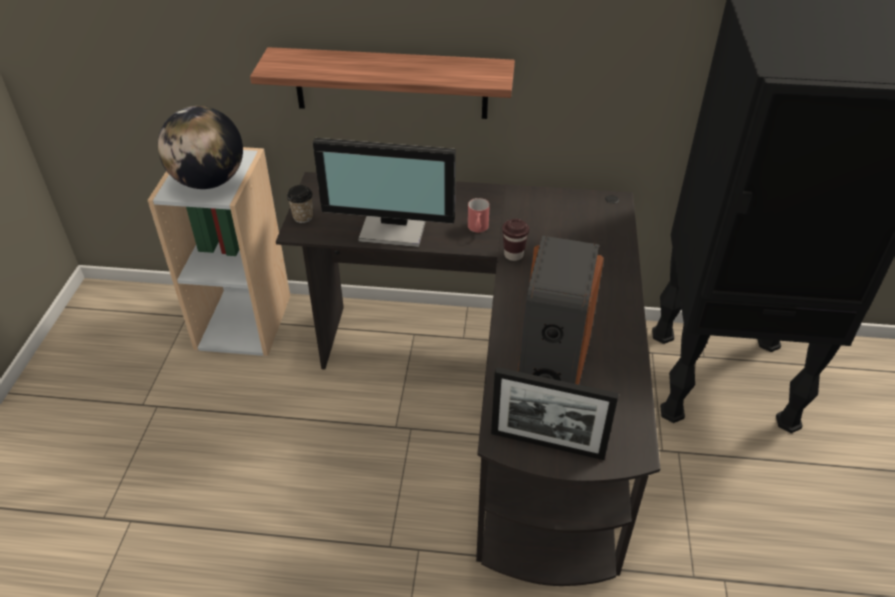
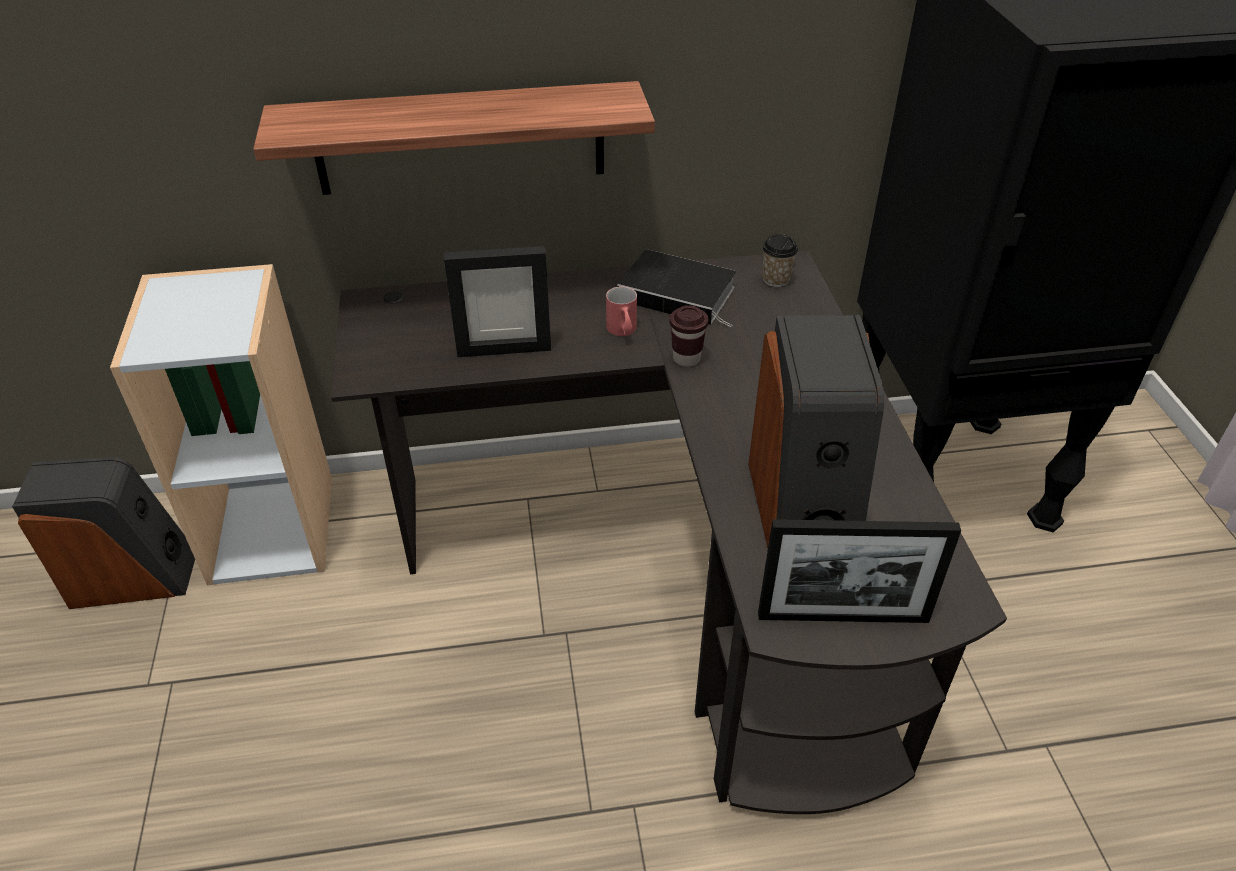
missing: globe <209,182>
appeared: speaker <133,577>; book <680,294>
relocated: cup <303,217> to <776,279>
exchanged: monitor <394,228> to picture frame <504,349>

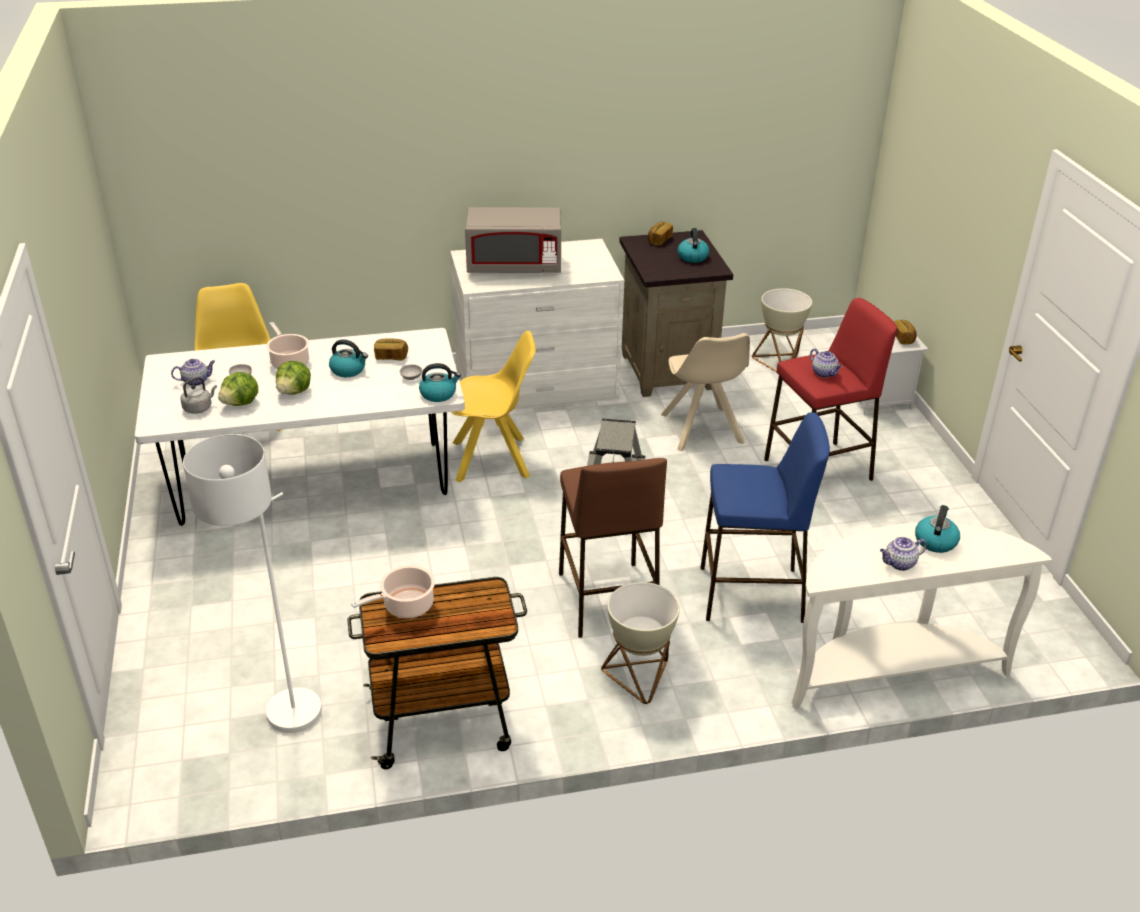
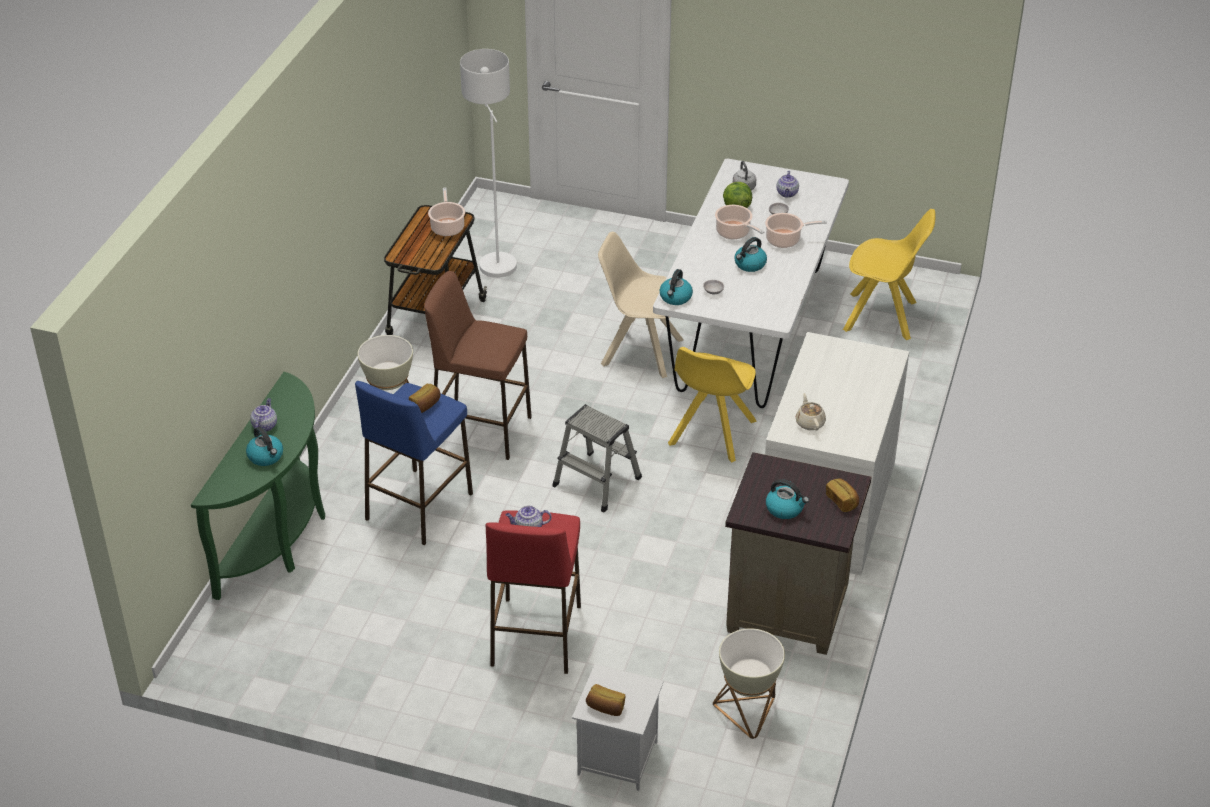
missing: grey microwave <514,266>
appeared: beige teapot <810,423>
relocated: bread <391,357> to <425,405>; beige chair <702,430> to <640,351>
exchanged: lettuce <294,392> to cooking pot <734,233>
colour: white console table <890,670> to green console table <280,538>

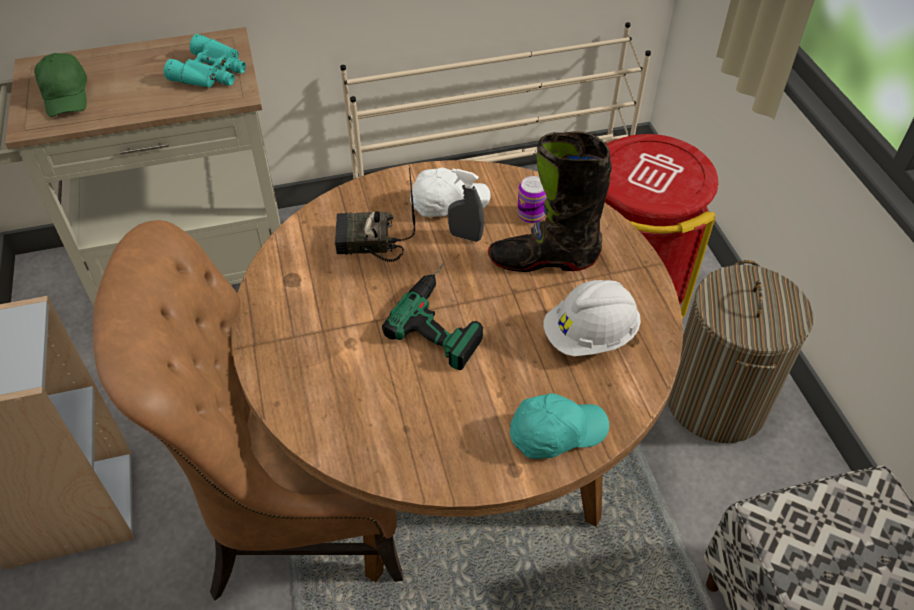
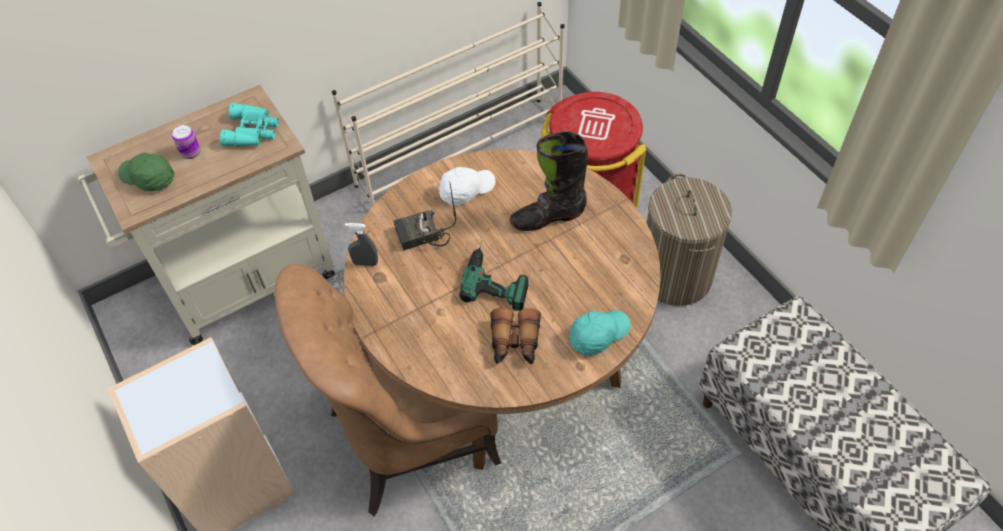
missing: white hard hat <590,336>
appeared: binoculars <515,343>
relocated: grey spray bottle <465,236> to <365,263>; can <531,214> to <190,152>
spun: green cap <66,96> = <148,178> 150 degrees clockwise

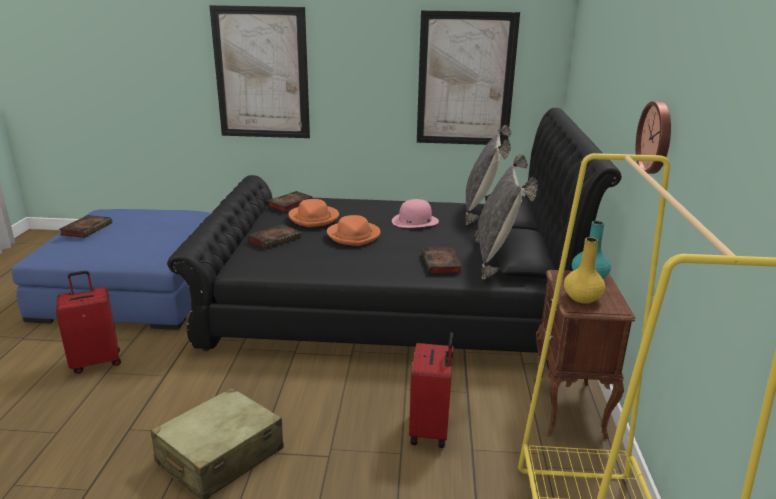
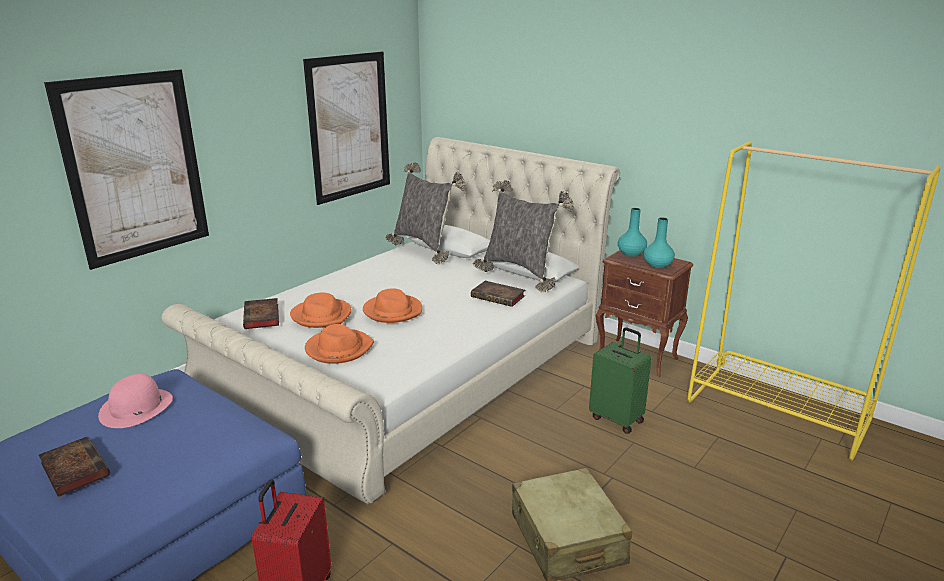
missing: wall clock <656,138>
relocated: pink hat <415,221> to <136,408>
exchanged: book <275,239> to orange hat <338,349>
colour: black bed <388,300> to beige bed <411,366>; red suitcase <431,430> to green suitcase <617,419>; yellow vase <582,298> to turquoise vase <657,265>

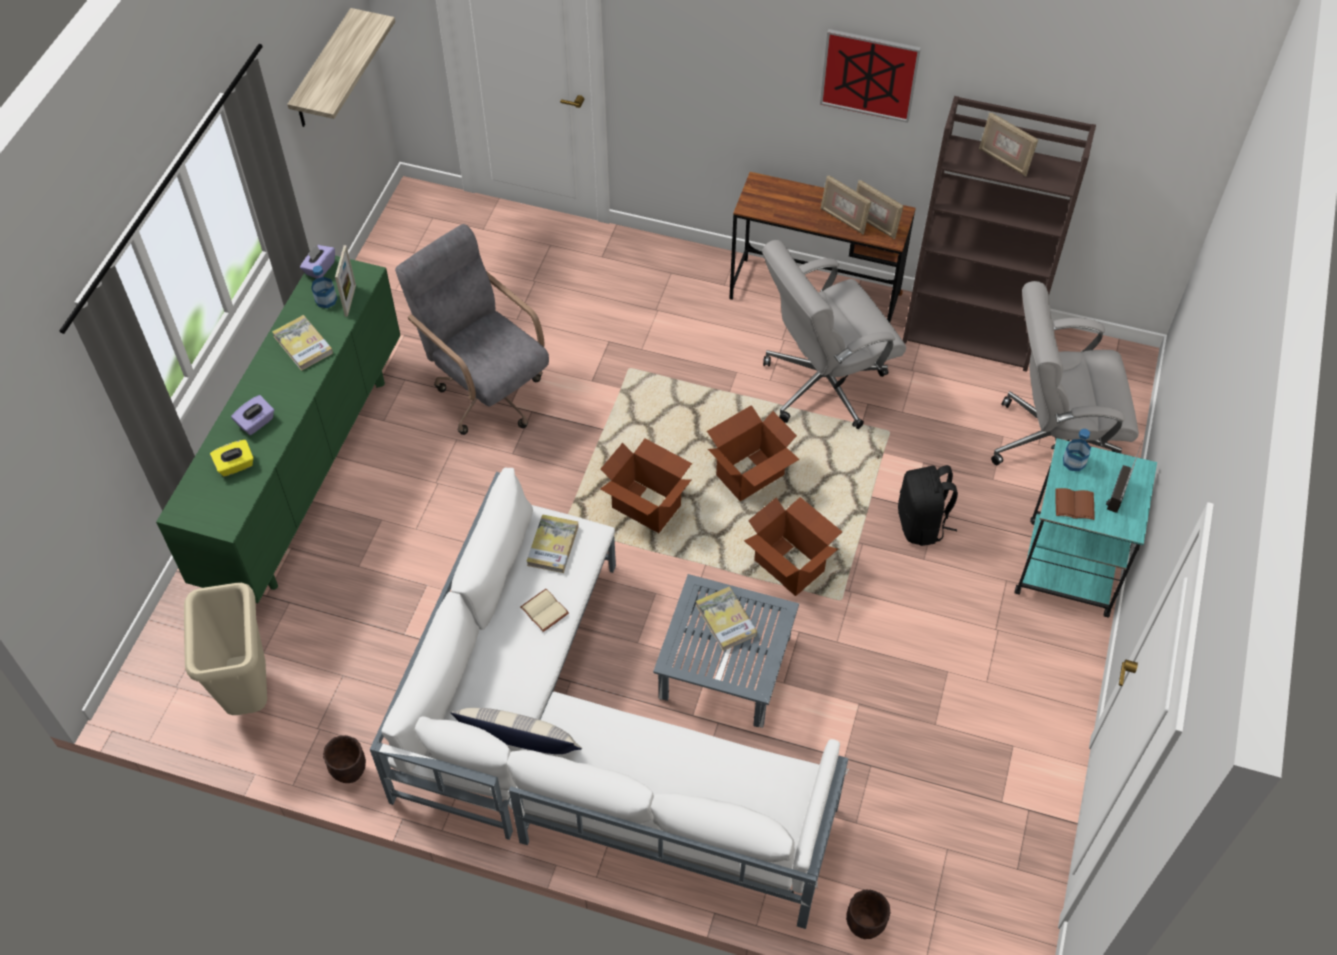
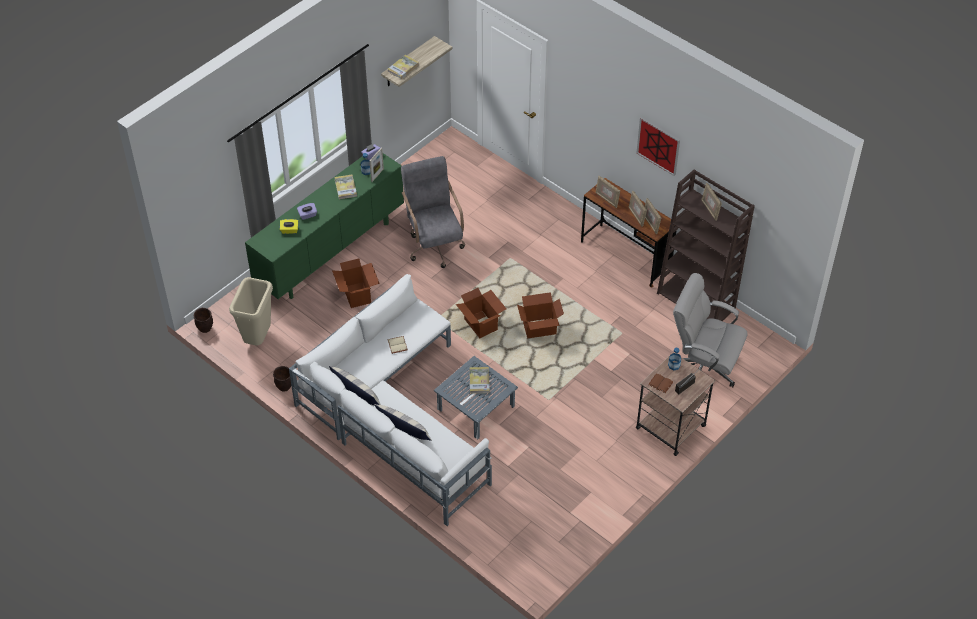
missing: grey office chair <824,383>; black backpack <922,524>
appeared: pillow <403,429>; picture frame <607,199>
relocated: book <553,545> to <403,68>; cardboard box <789,565> to <357,295>; brown planter <863,927> to <205,329>
colour: turquoise cart <1068,569> to brown cart <670,428>

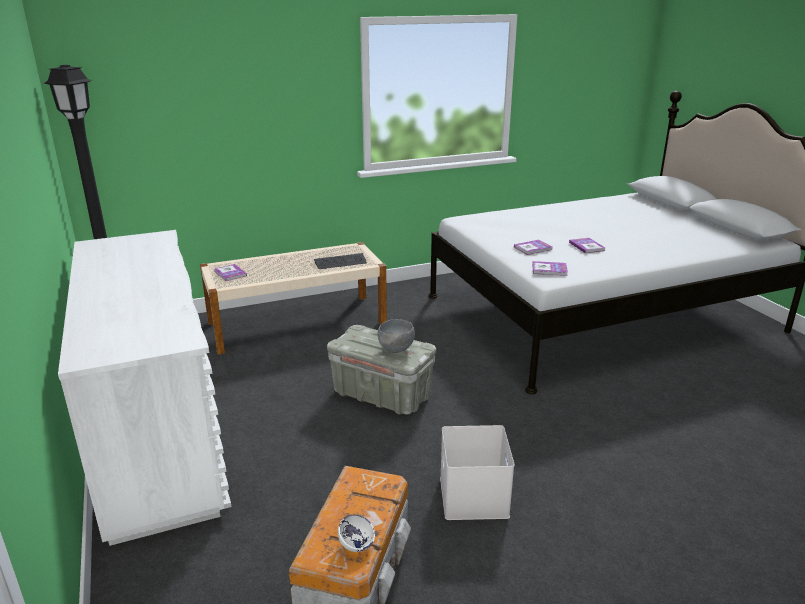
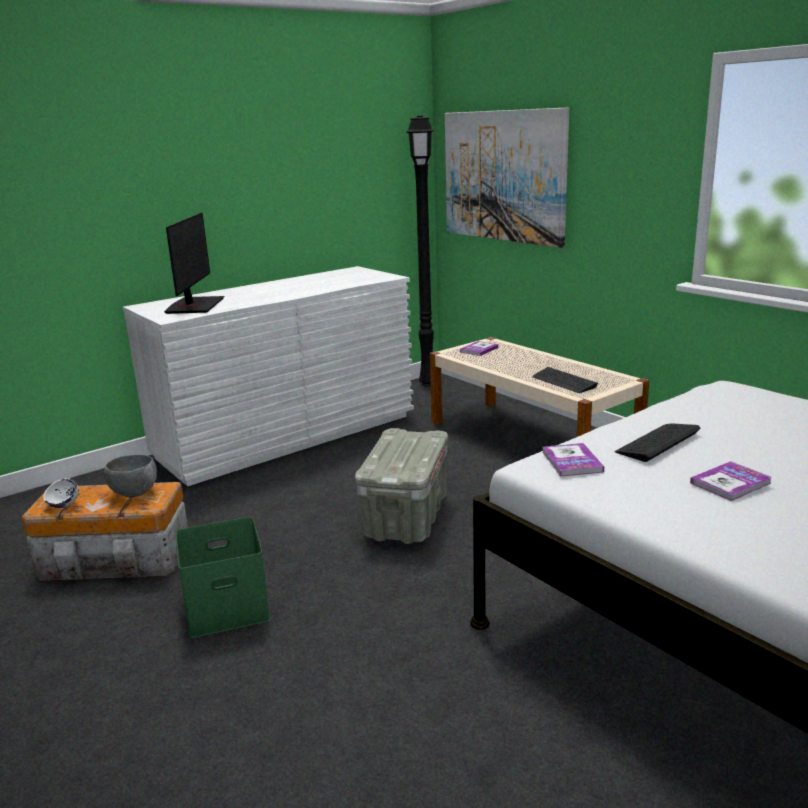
appeared: monitor <194,306>; picture <503,176>
relocated: grey bowl <396,349> to <134,493>
exchanged: book <533,248> to keyboard <657,442>
colour: white storage box <472,495> to green storage box <228,606>

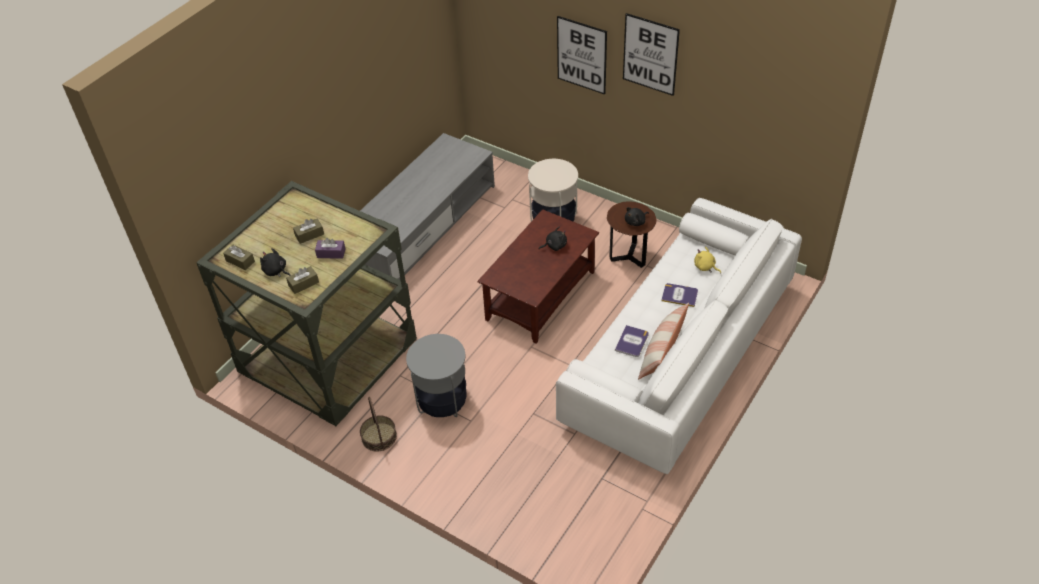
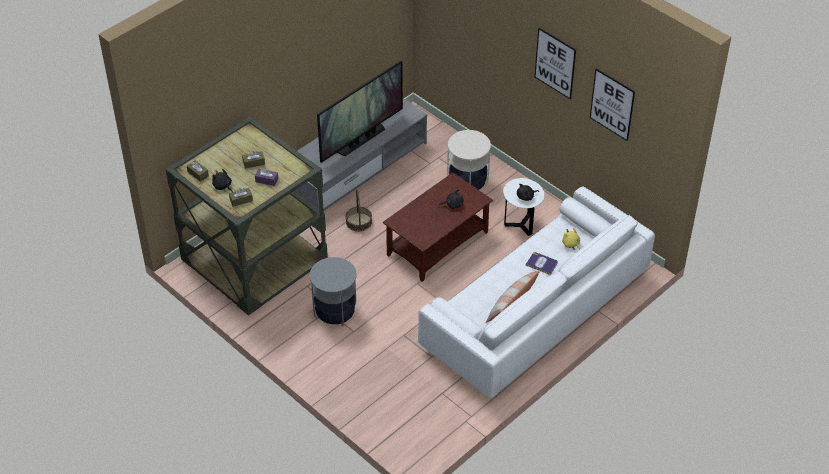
missing: book <632,341>
appeared: television <361,140>
relocated: basket <379,436> to <358,222>; picture <581,55> to <612,104>
colour: brown side table <629,257> to white side table <521,225>

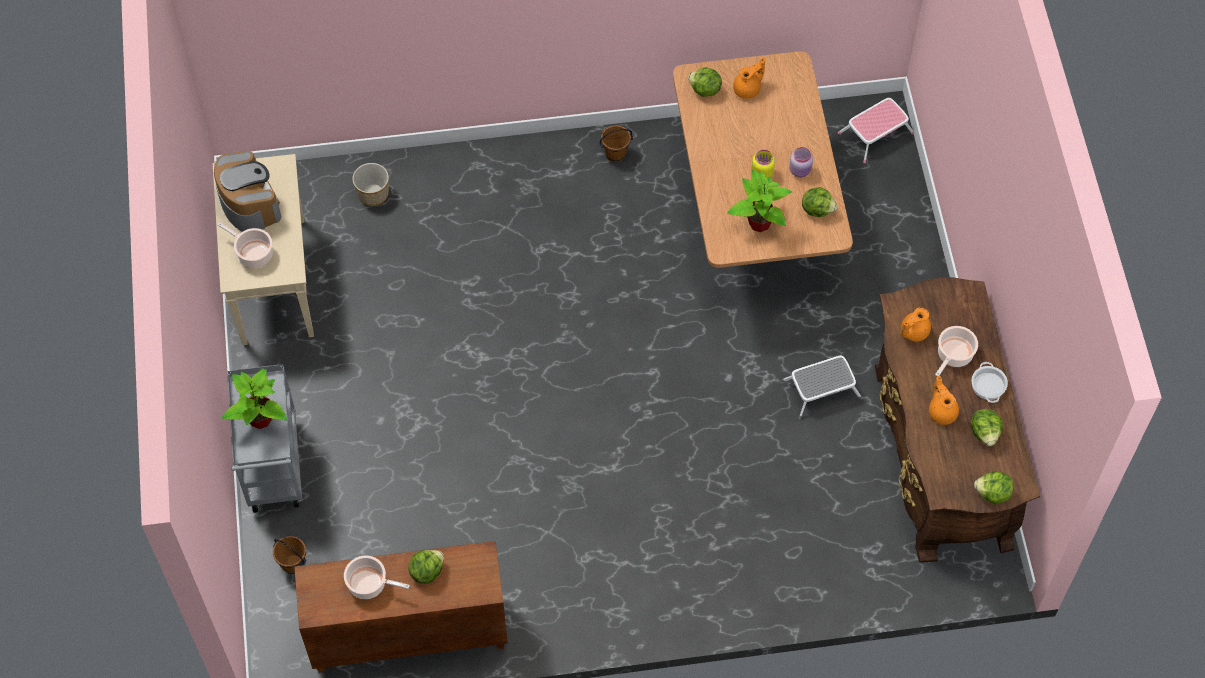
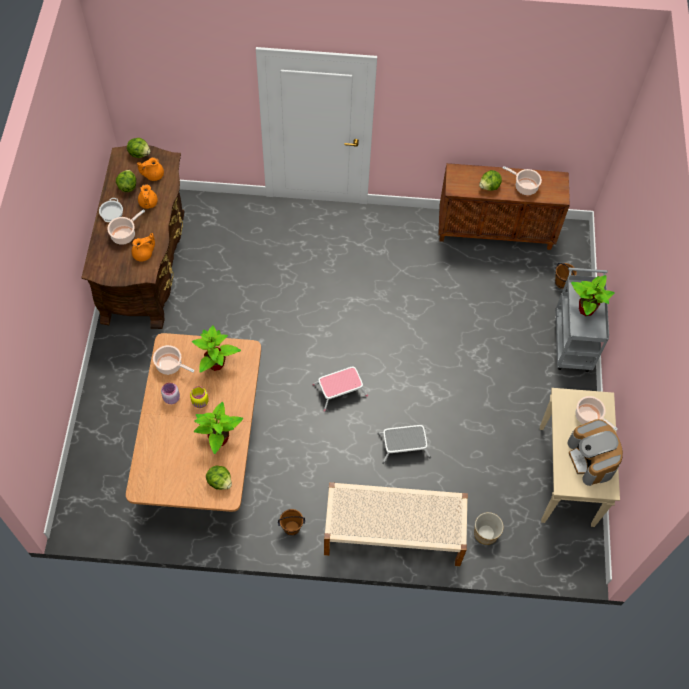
appeared: potted plant <219,439>; beige bench <393,533>
relocated: orange teapot <748,89> to <153,175>; grey step ladder <821,390> to <403,445>; pink step ladder <876,133> to <340,389>
exchanged: lettuce <817,209> to cooking pot <170,365>

